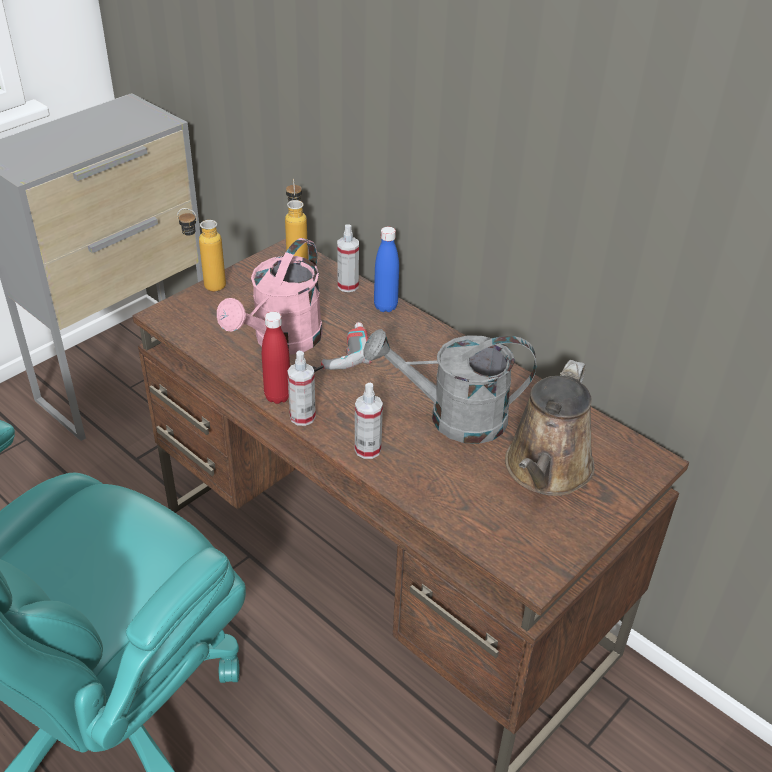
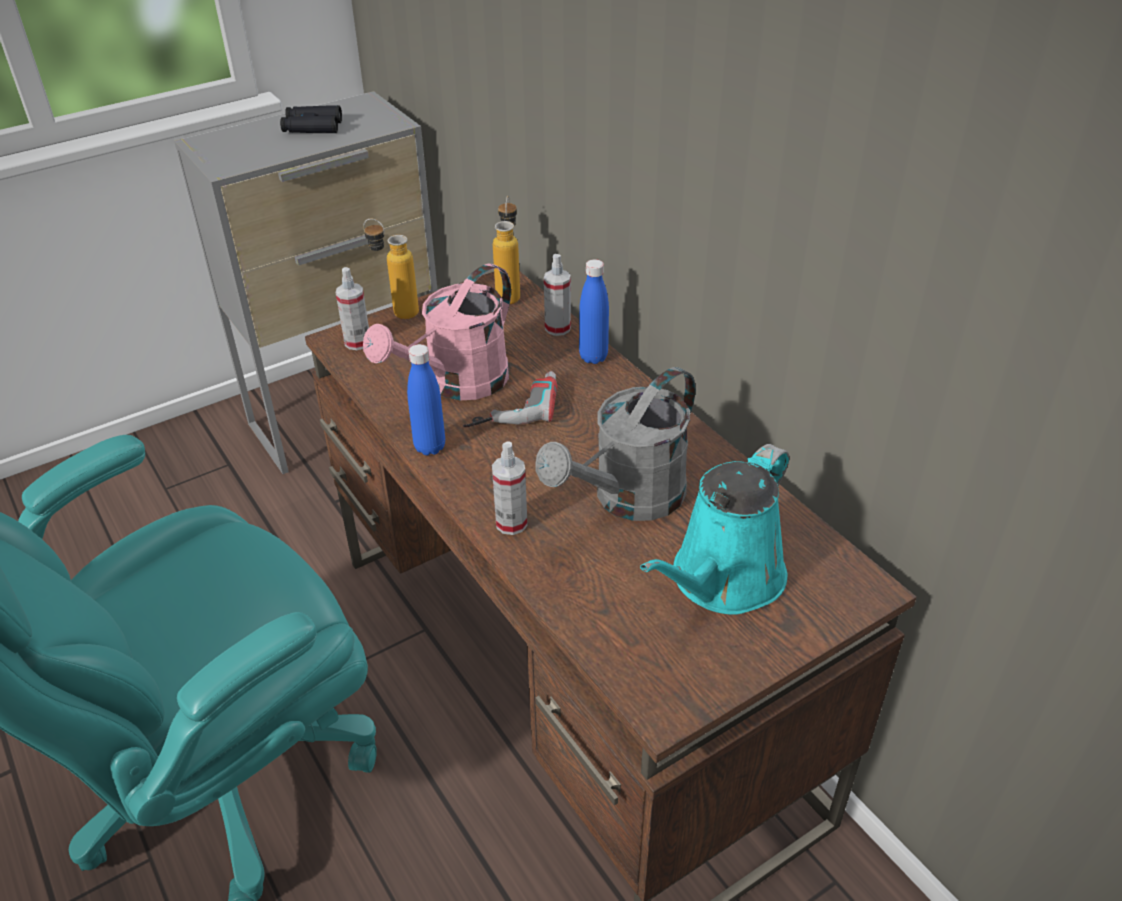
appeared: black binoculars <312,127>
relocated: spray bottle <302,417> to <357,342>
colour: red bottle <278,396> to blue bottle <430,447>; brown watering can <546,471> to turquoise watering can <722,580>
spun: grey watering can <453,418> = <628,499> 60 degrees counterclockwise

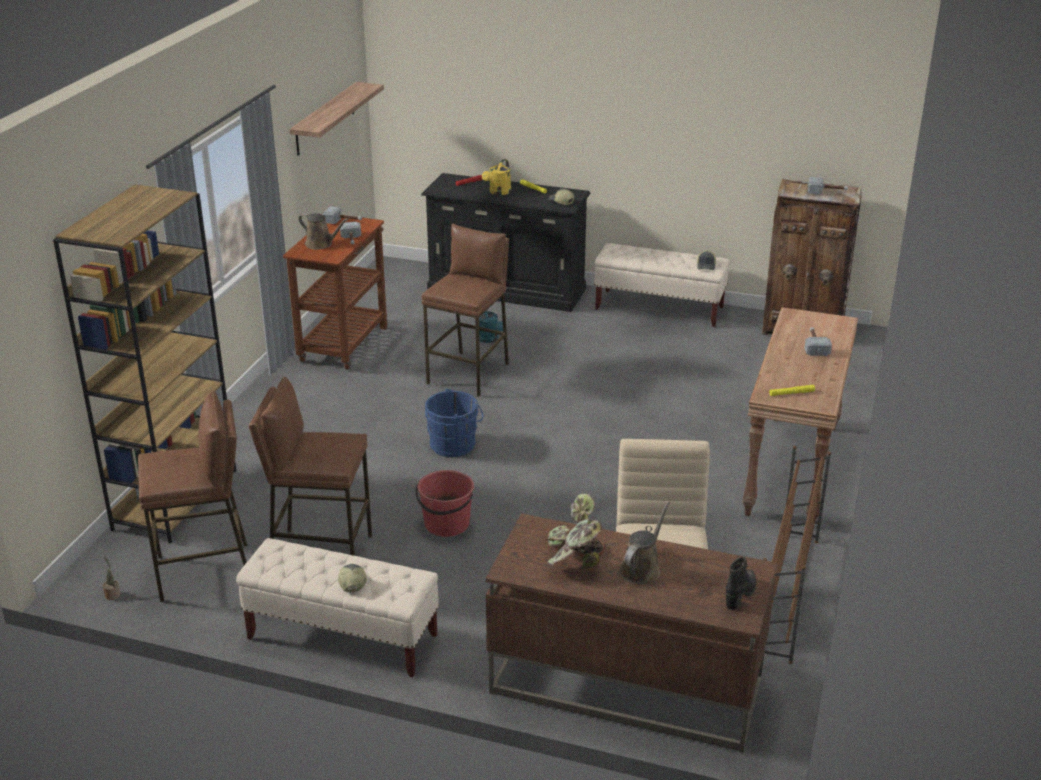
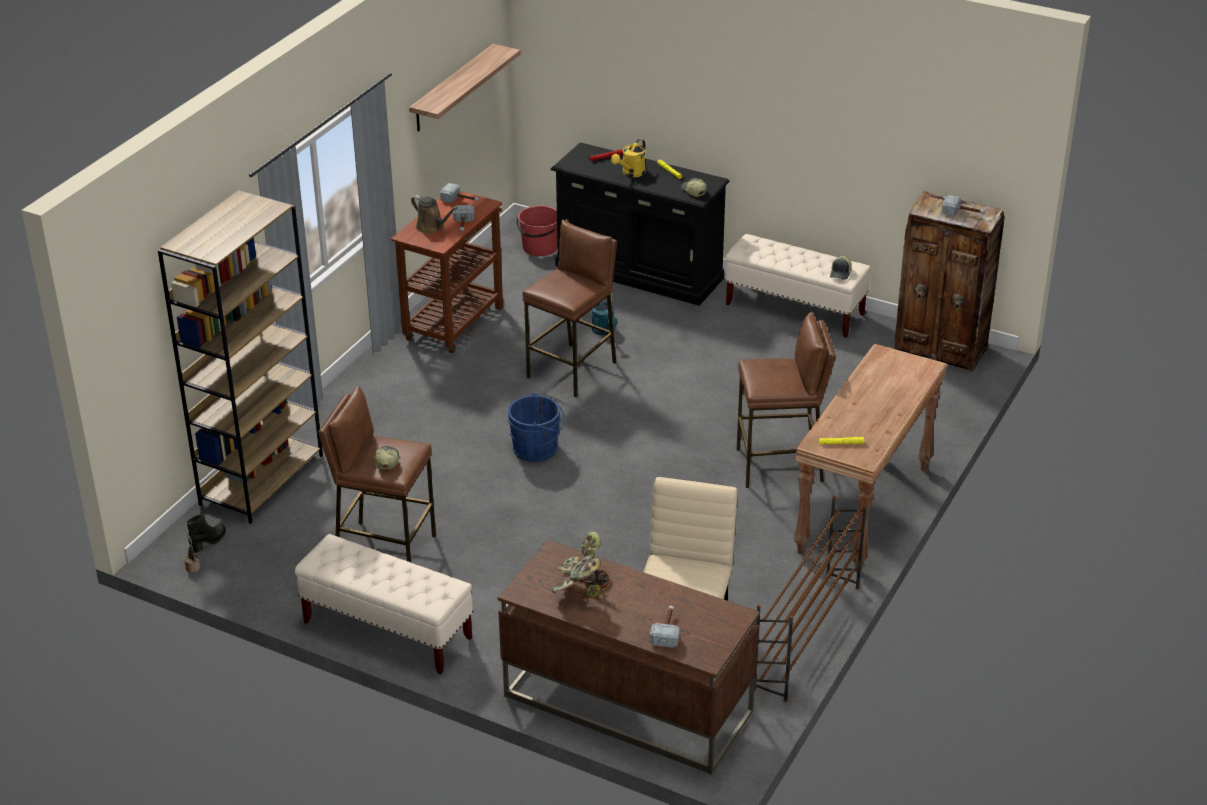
missing: brown watering can <642,569>
relocated: brown stool <205,572> to <780,466>; cap <351,581> to <386,461>; red bucket <446,524> to <540,248>; black boot <740,594> to <209,542>; hammer <814,345> to <667,630>

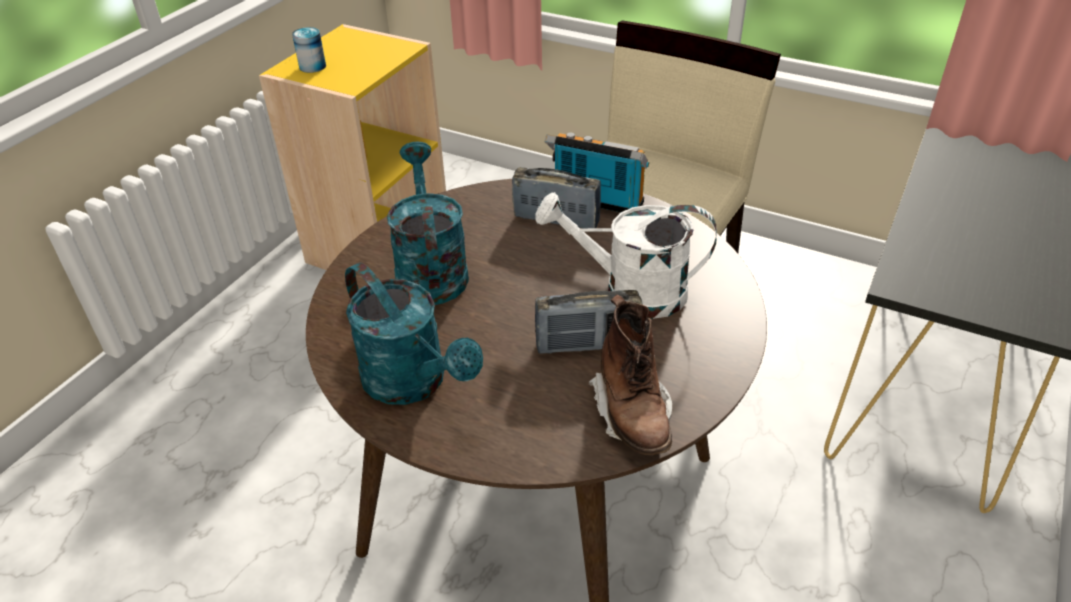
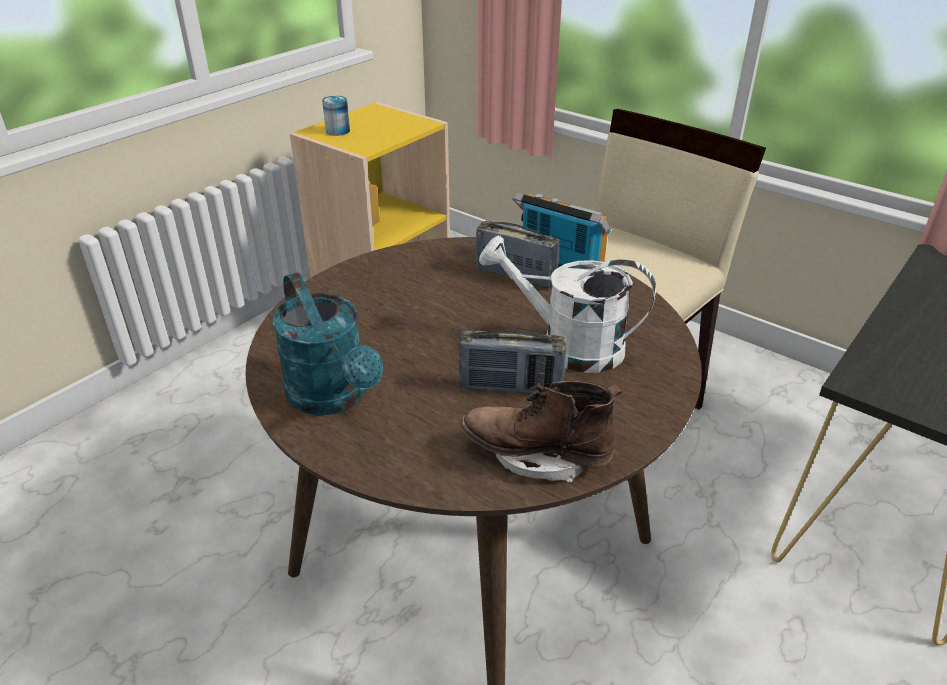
missing: turquoise watering can <430,269>
spun: brown boot <632,414> = <536,456> 105 degrees clockwise

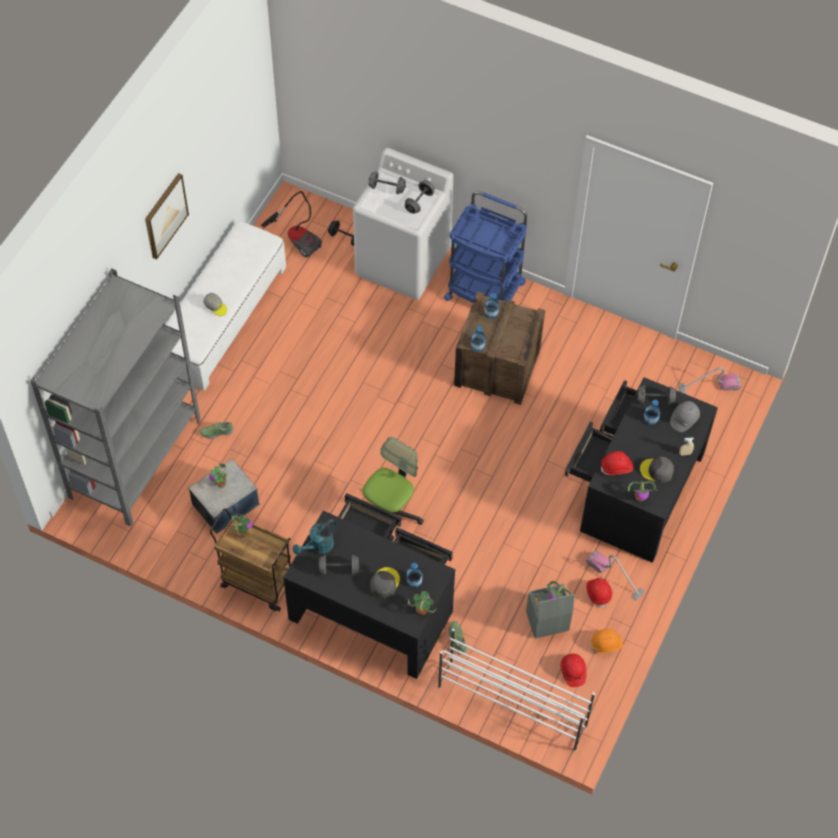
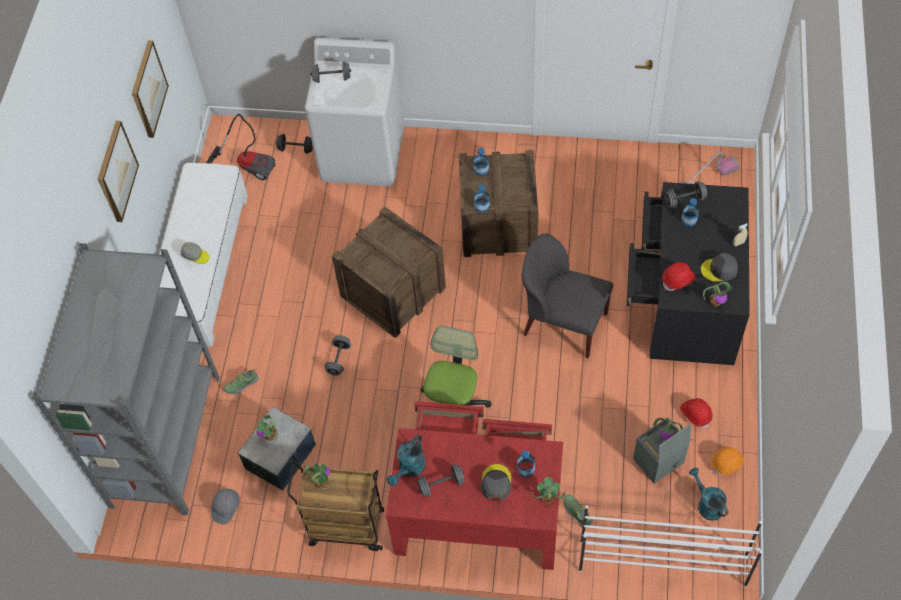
missing: blue cart <484,291>; vacuum cleaner <614,577>
appeared: picture <148,89>; crate <392,292>; grey chair <563,323>
relocated: grey dumbbell <419,202> to <338,360>; grey hard hat <684,419> to <226,507>
exchanged: red hard hat <572,672> to turquoise watering can <706,504>
colour: black desk <373,607> to red desk <477,510>

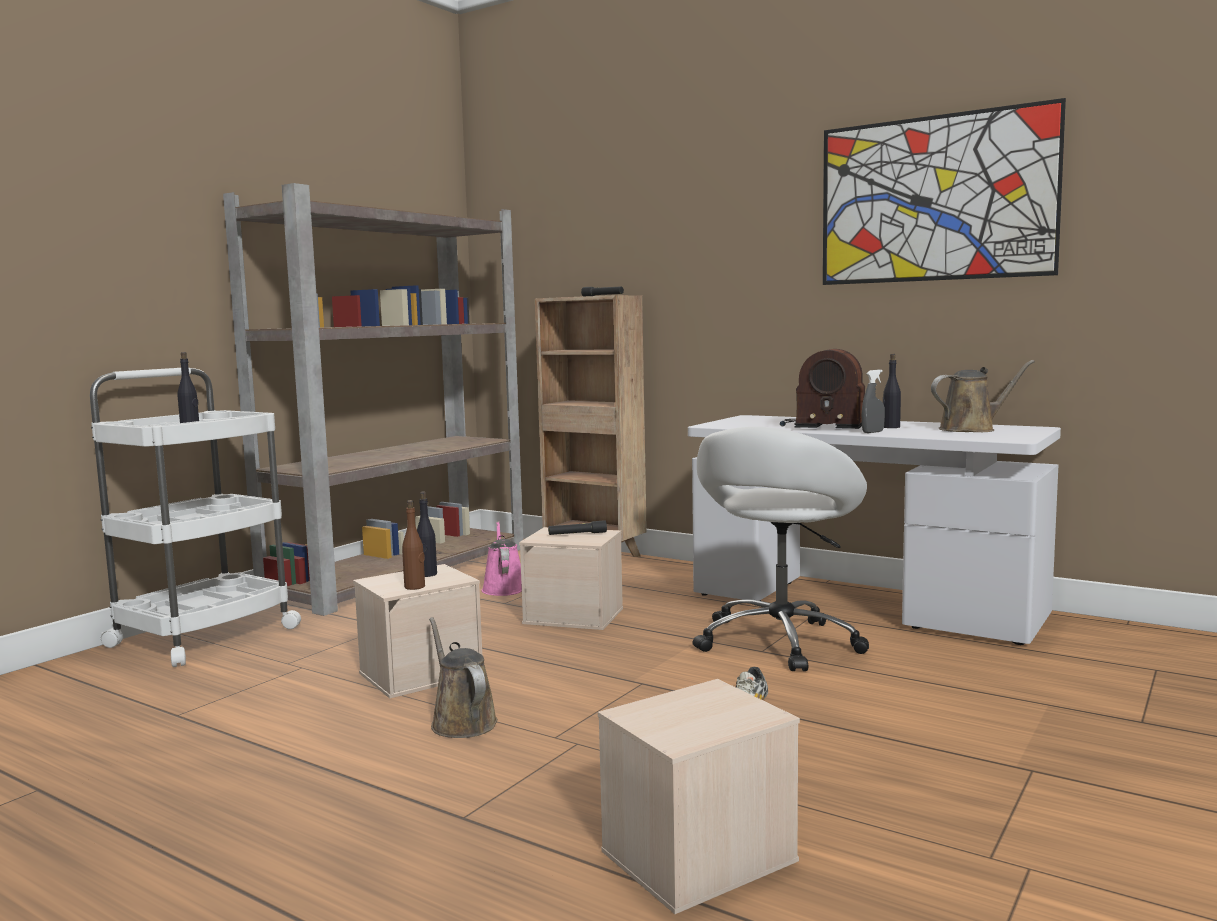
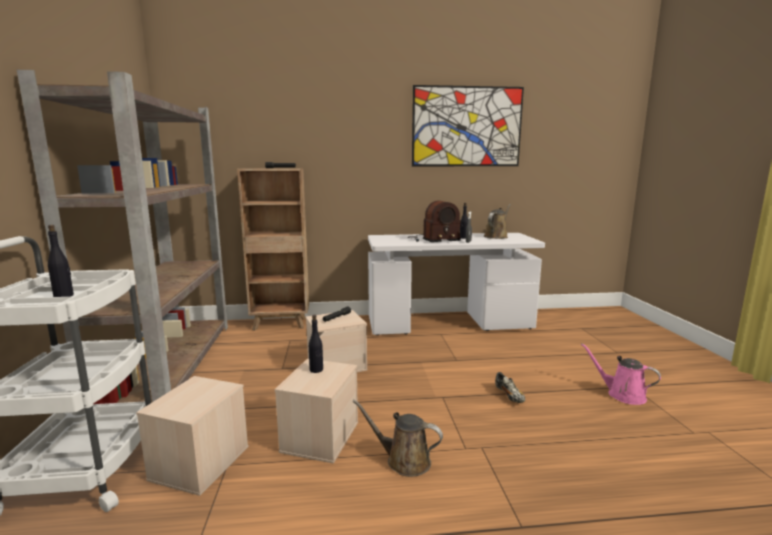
missing: brown bottle <415,587>; white office chair <777,644>
relocated: pink watering can <503,588> to <622,394>; beige storage box <698,858> to <200,463>

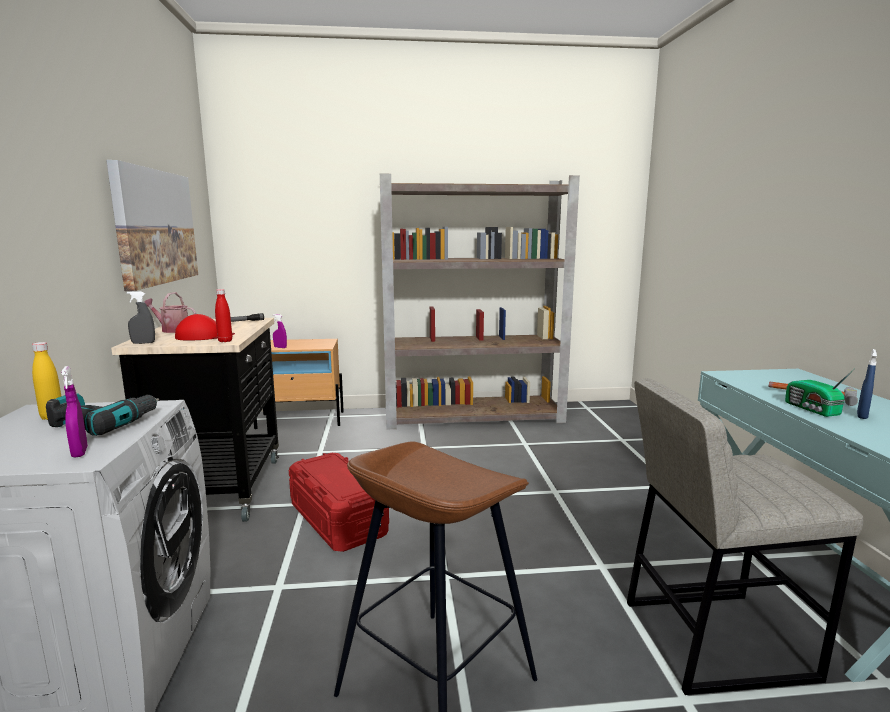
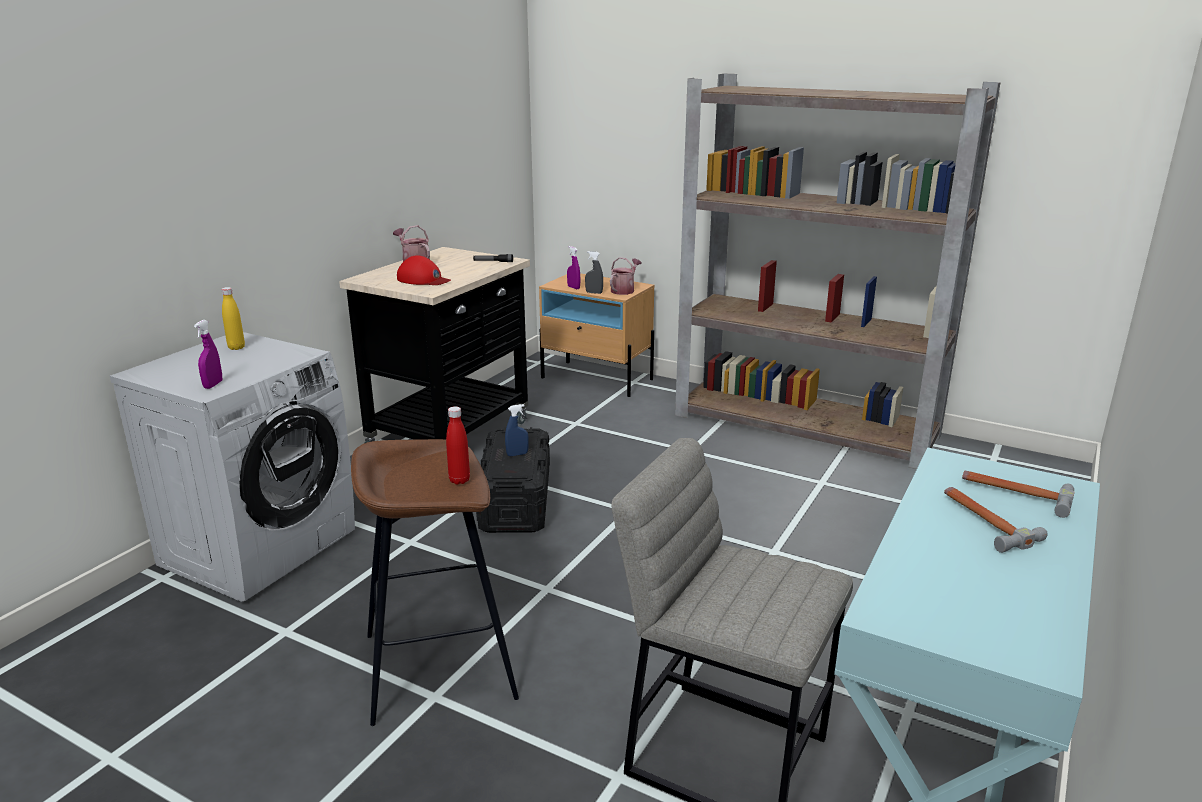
missing: power drill <104,423>; picture <155,227>; radio <812,409>
appeared: watering can <624,290>; hammer <1015,494>
relocated: grey spray bottle <143,343> to <594,292>; red bottle <225,341> to <459,480>; blue spray bottle <862,415> to <517,454>
colour: red storage box <338,519> to black storage box <516,501>

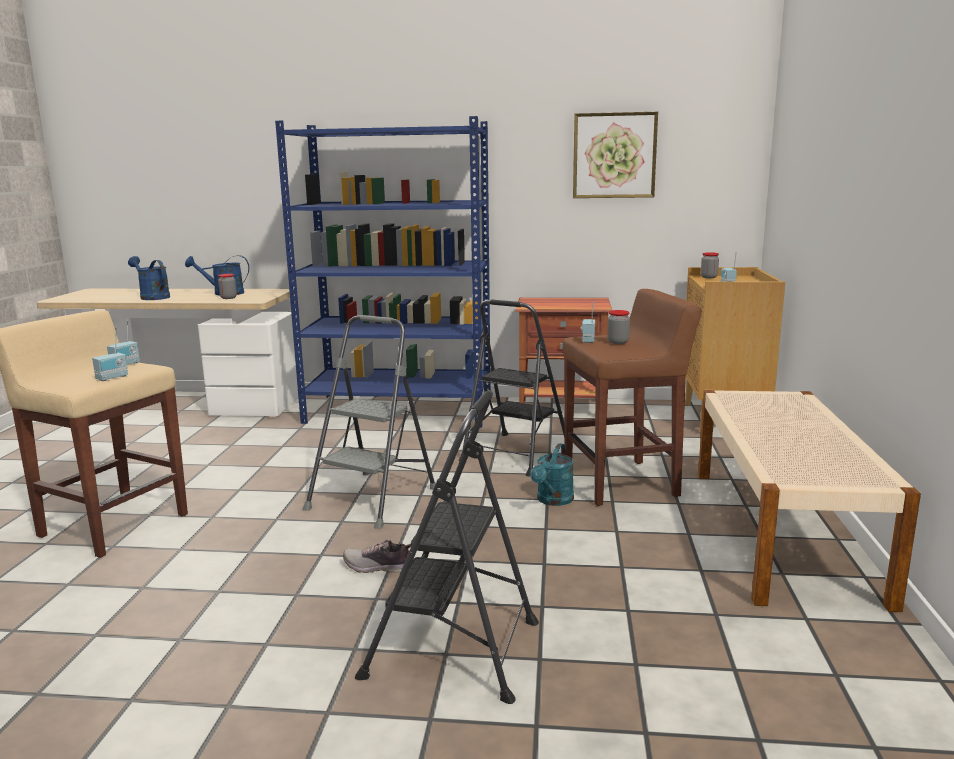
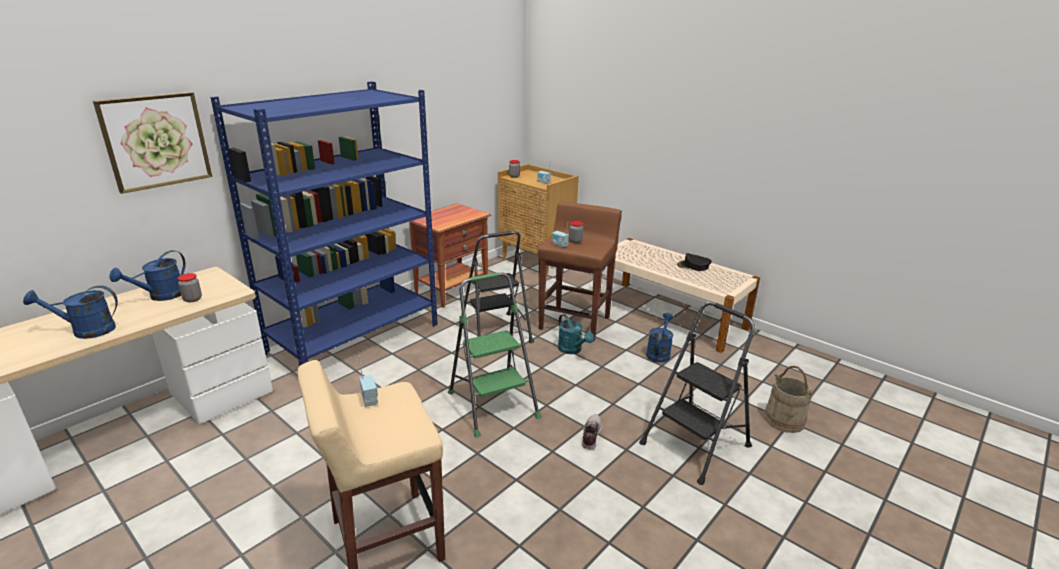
missing: radio <112,378>
appeared: blue watering can <659,353>; black cap <693,266>; beige bucket <784,420>
relocated: picture <614,155> to <156,141>
colour: grey step ladder <375,496> to green step ladder <492,402>
spun: shoe <378,567> = <590,436> 150 degrees clockwise

